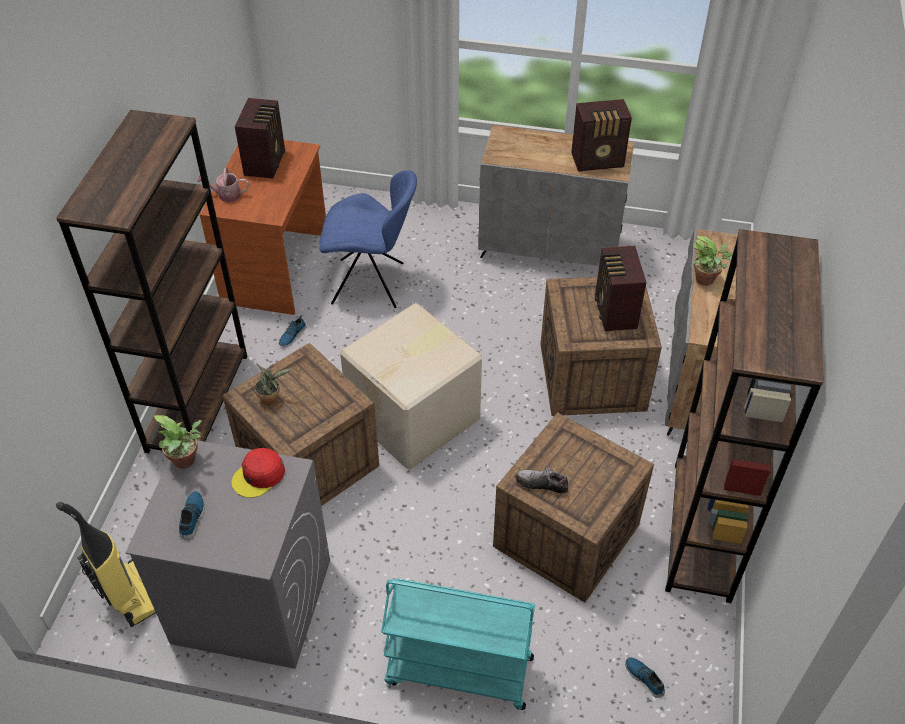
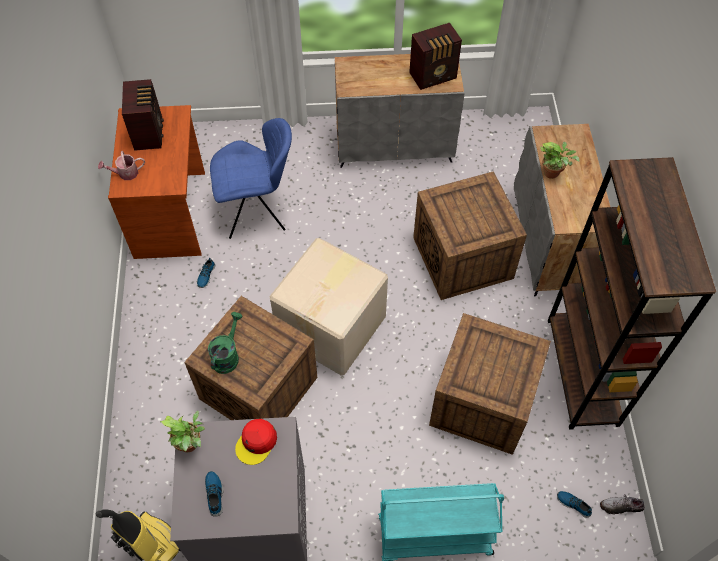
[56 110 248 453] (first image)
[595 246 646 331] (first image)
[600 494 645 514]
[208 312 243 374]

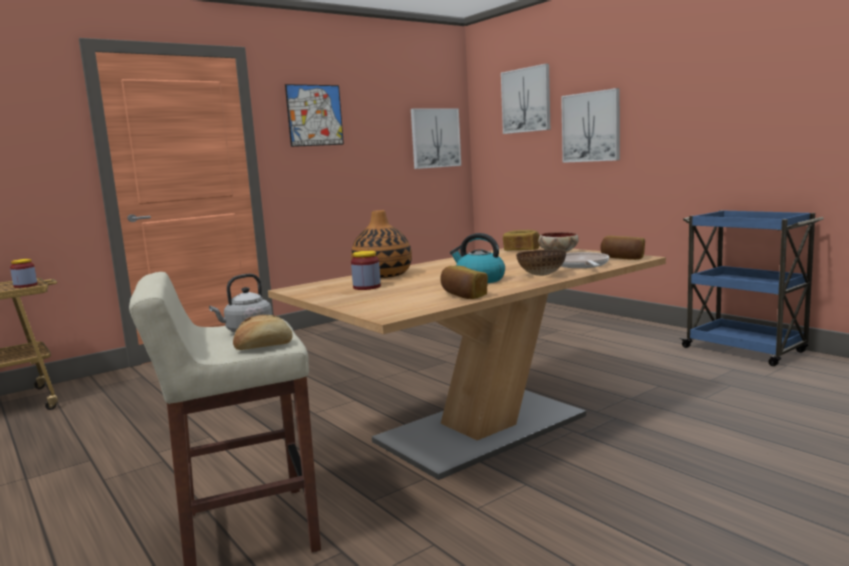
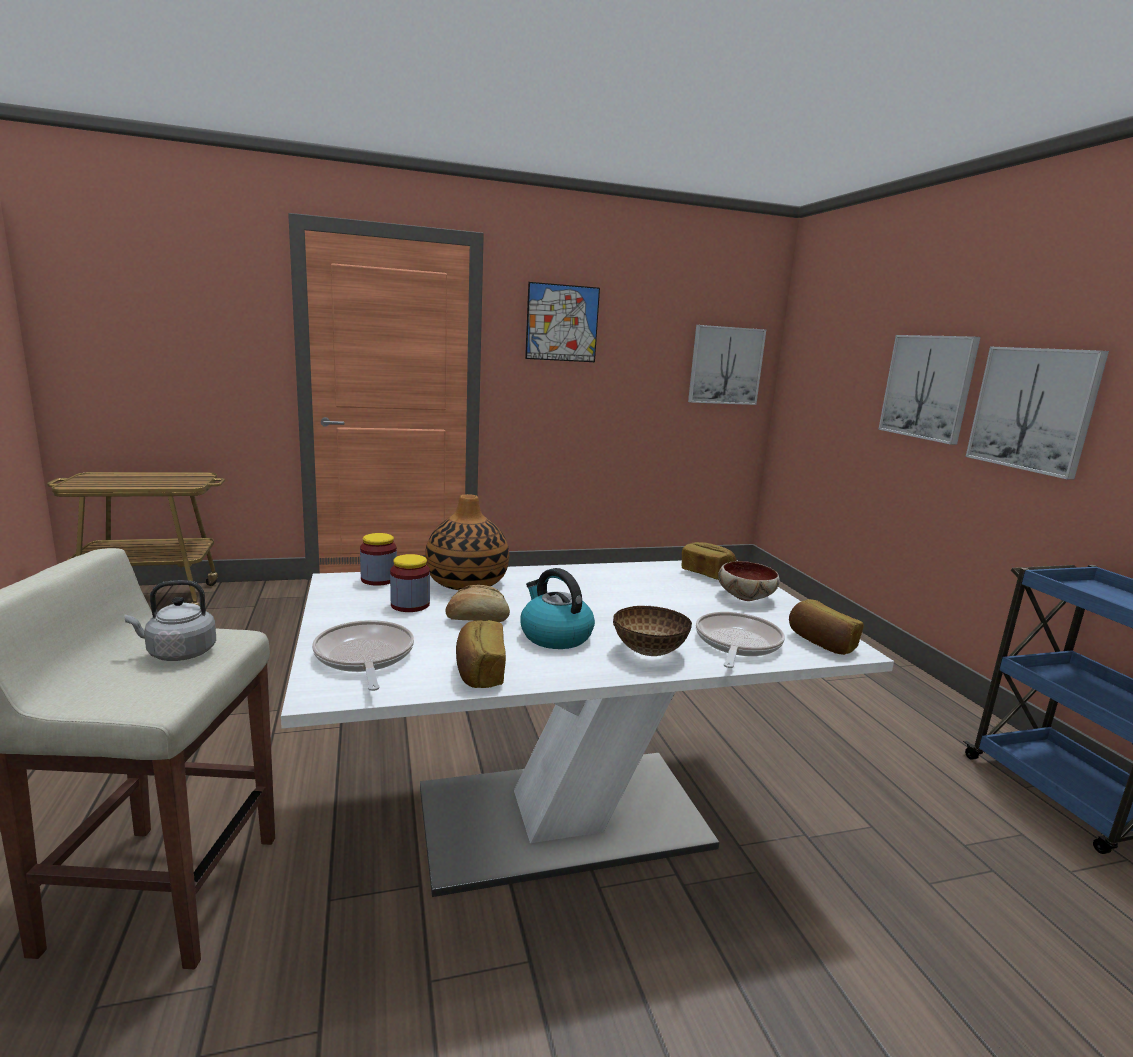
[312 620 414 691]
[360 533 397 586]
[446 585 510 622]
[966 347 1109 480]
[281 560 894 897]

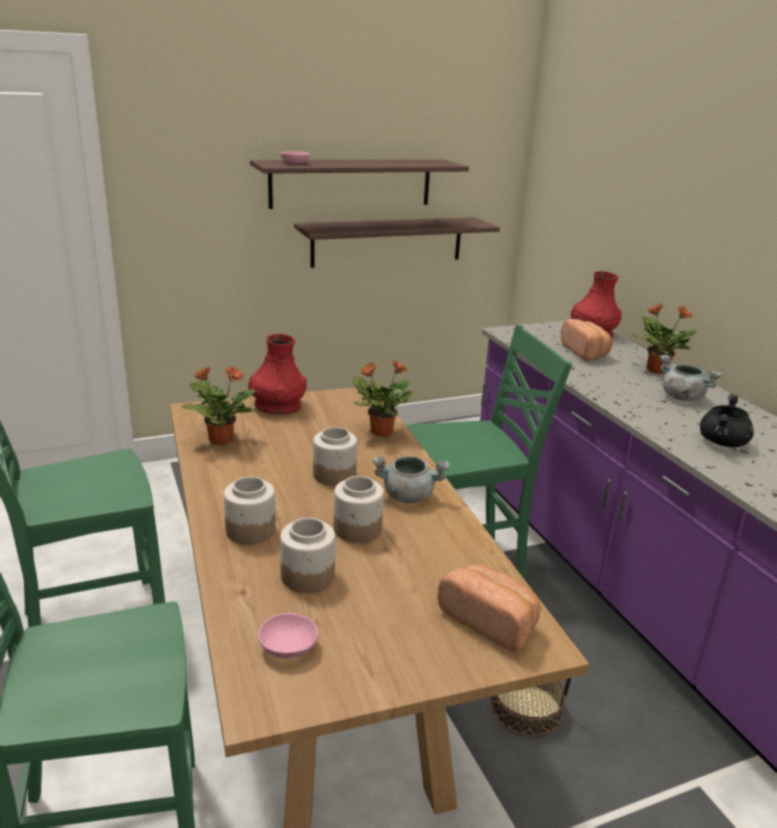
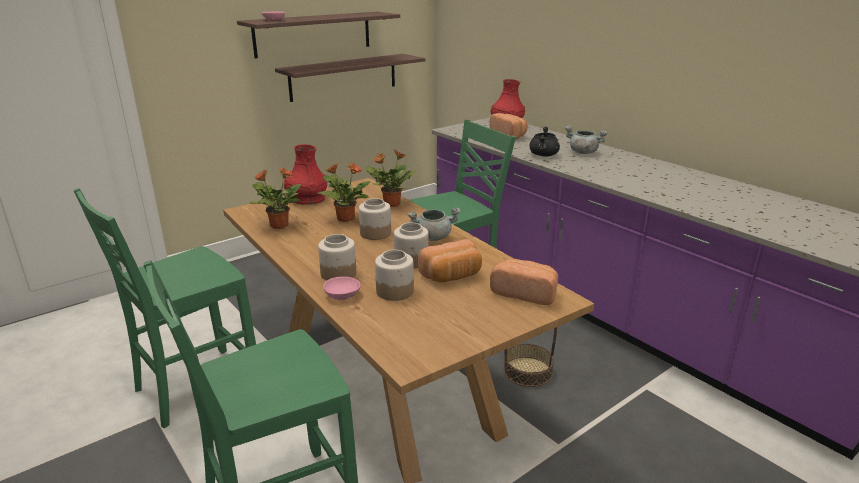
[418 239 482 282]
[323 277 361 300]
[317 163 371 222]
[530 126 560 156]

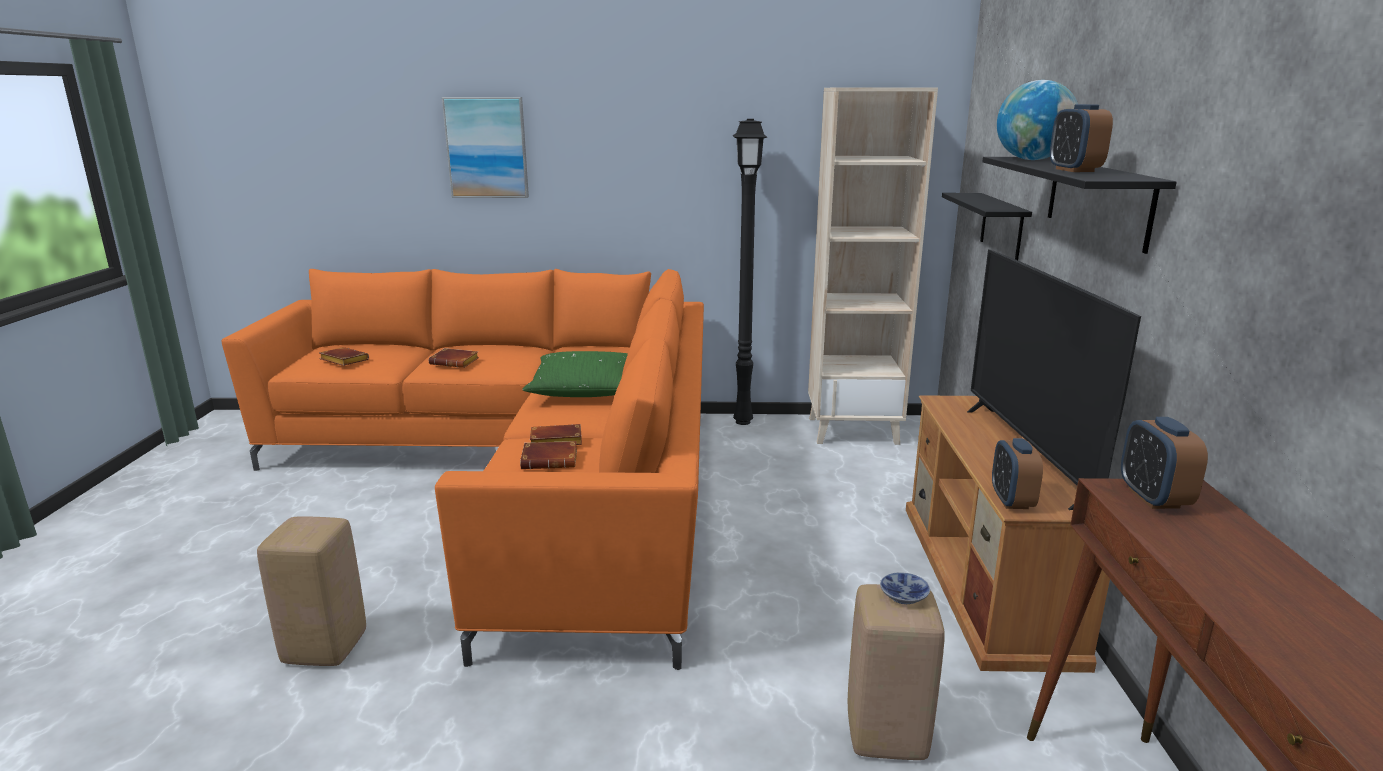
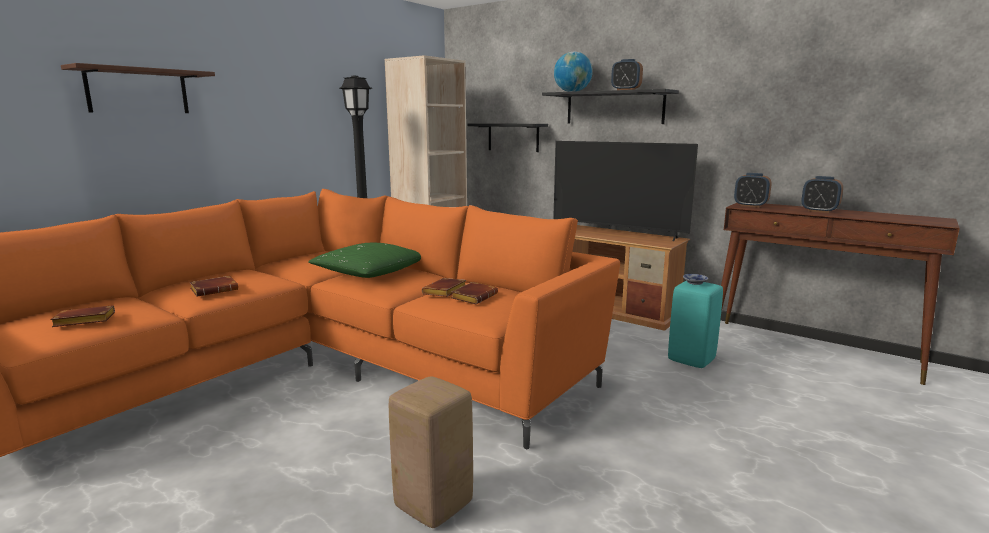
[801 176 843 213]
[61 63 215 113]
[668 281 723 368]

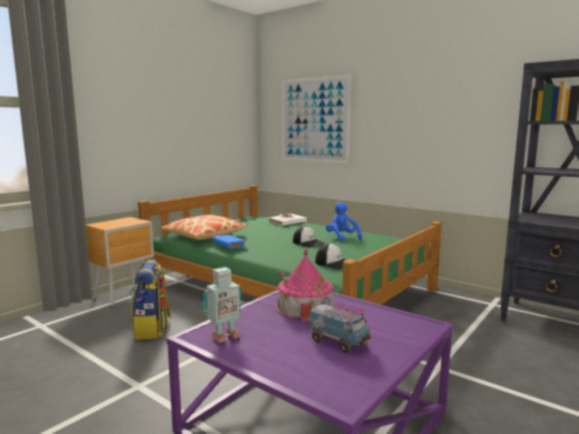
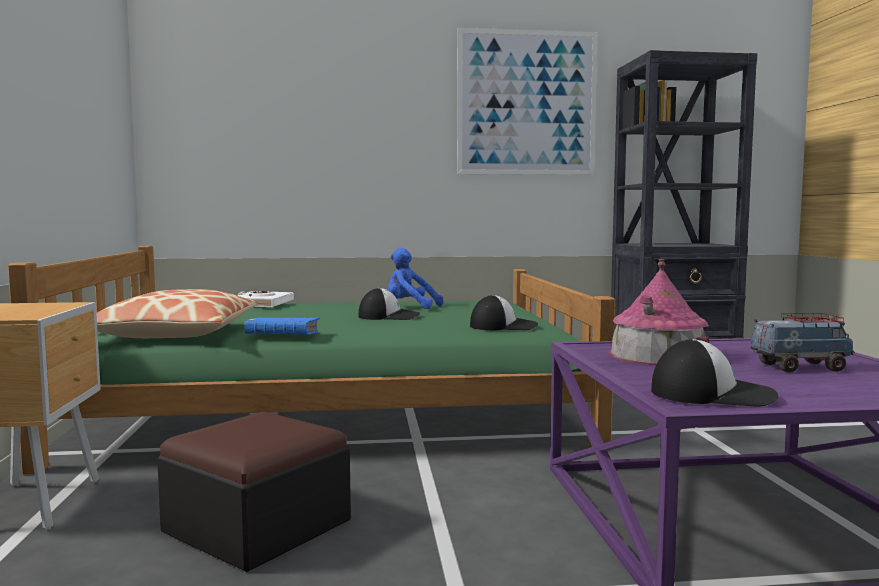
[457 28 598 175]
[157 412 351 572]
[651 339 778 407]

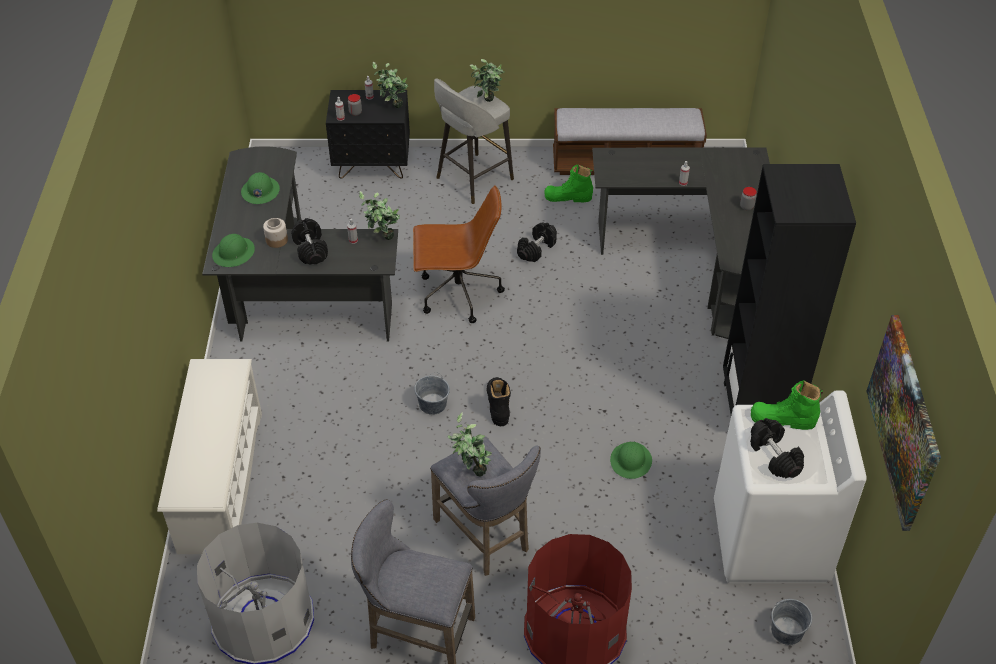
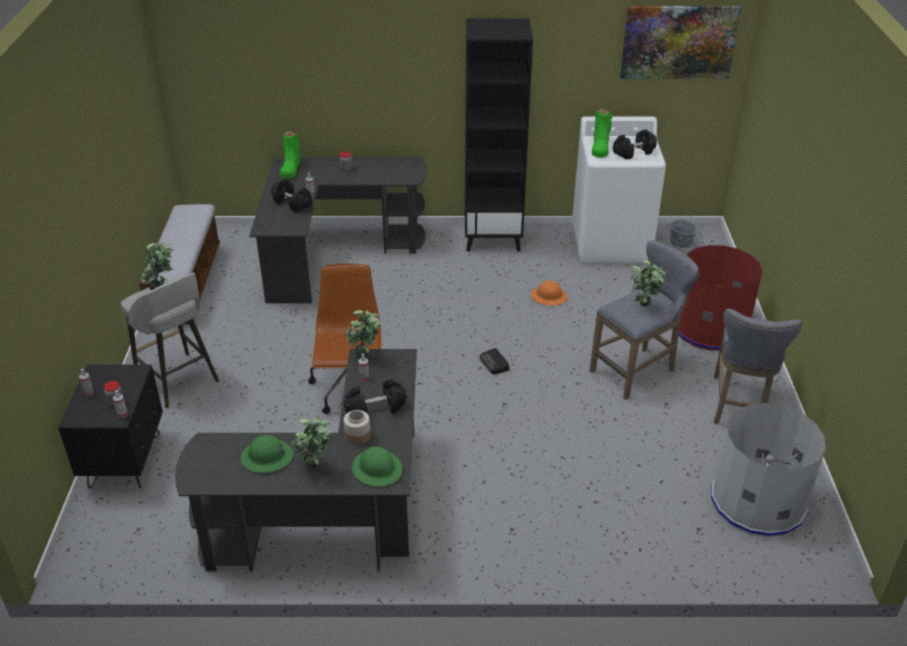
[157 359 262 554] (first image)
[414 372 450 415] (first image)
[291 415 332 469]
[271 179 312 212]
[280 131 300 179]
[480 348 509 374]
[531 281 567 306]

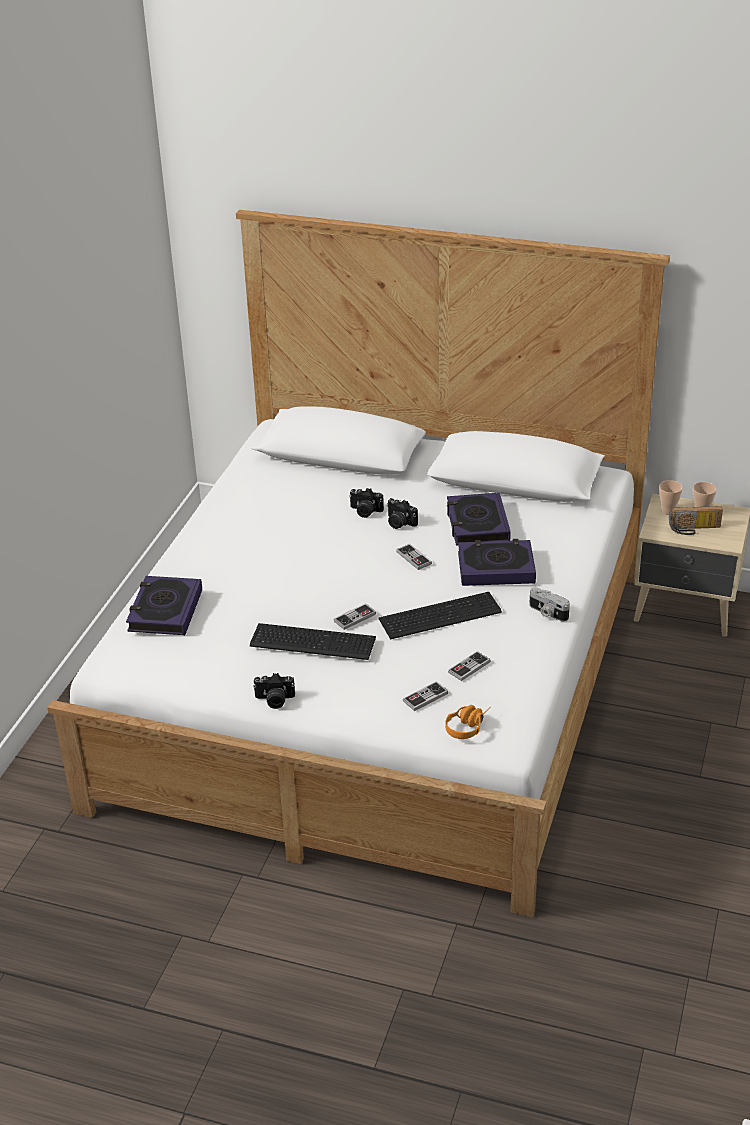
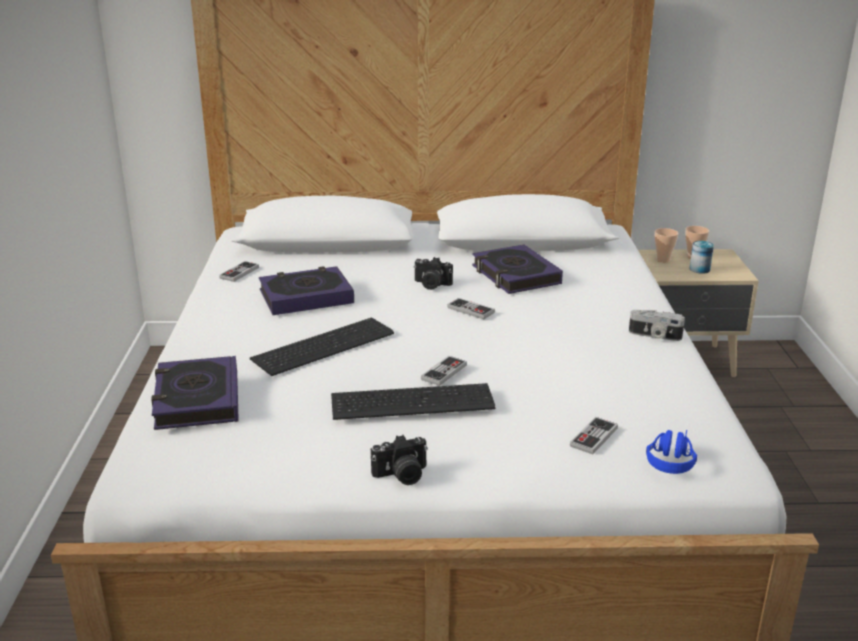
[349 488 384 518] (first image)
[250 317 394 376]
[219 261 259 282]
[259 266 354 315]
[689 241 714 274]
[646 430 697 474]

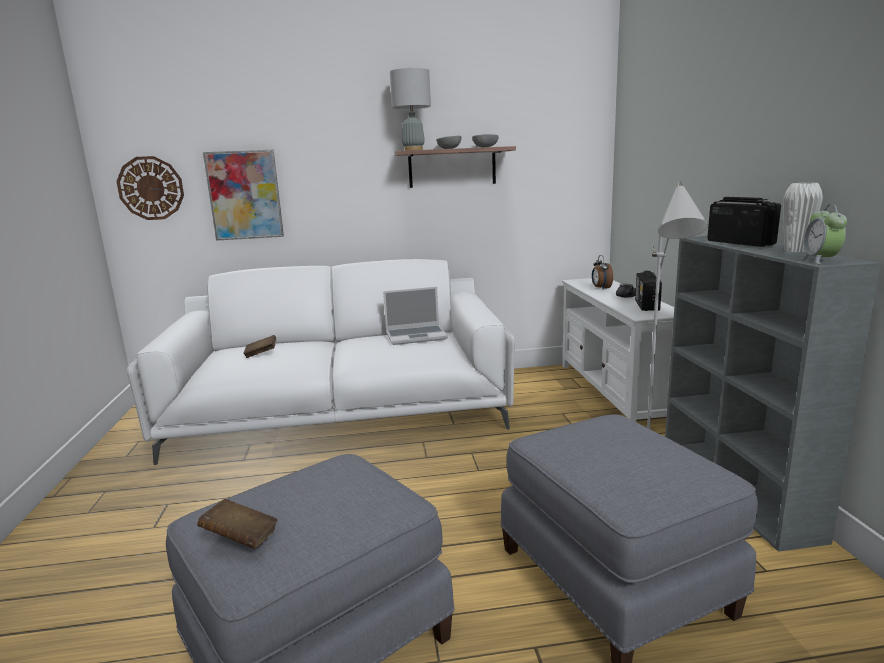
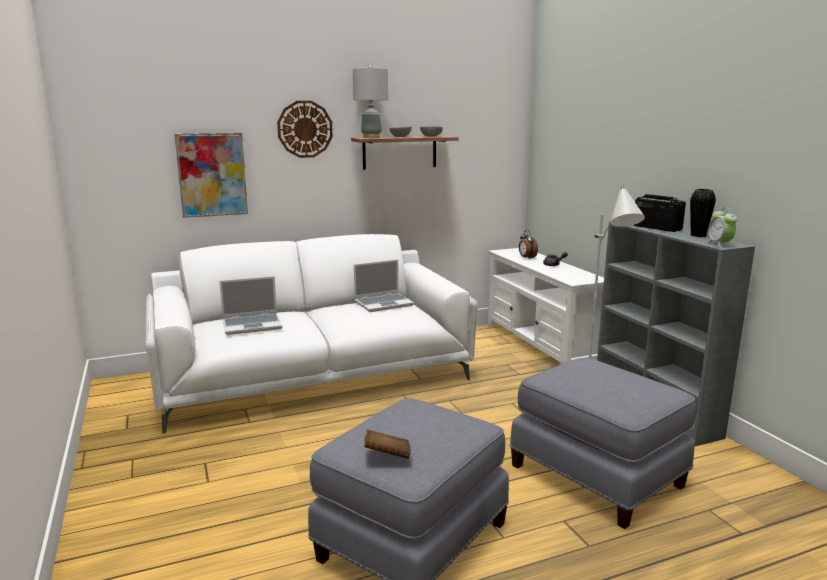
[635 271 662 311] (first image)
[277 101 333 158]
[219 276 282 335]
[690 189 716 237]

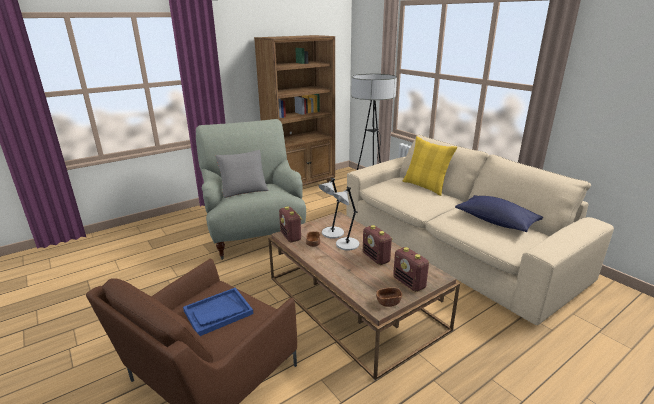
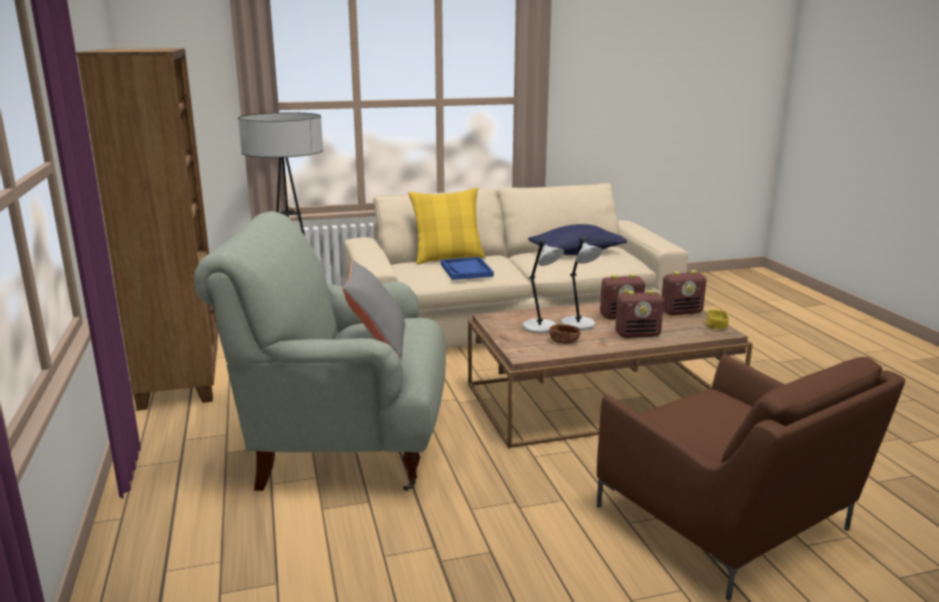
[441 257 494 280]
[615 290 664 338]
[706 310 729 329]

